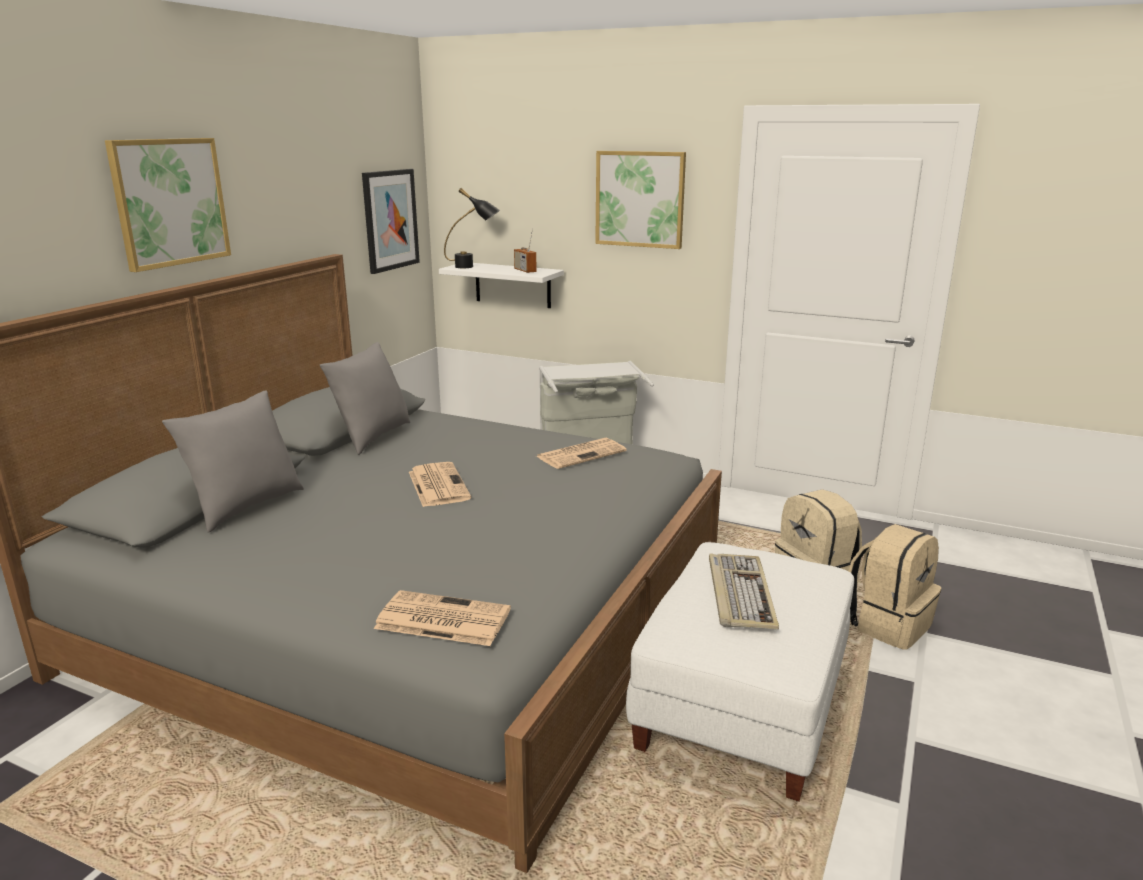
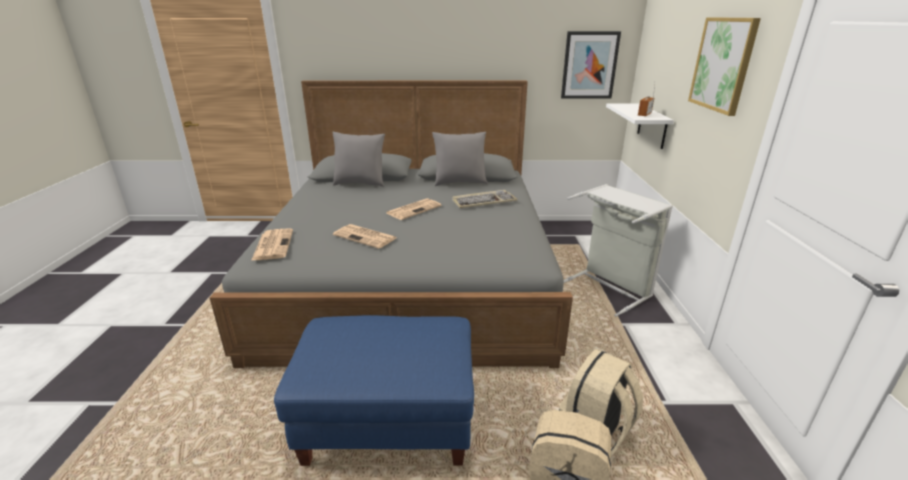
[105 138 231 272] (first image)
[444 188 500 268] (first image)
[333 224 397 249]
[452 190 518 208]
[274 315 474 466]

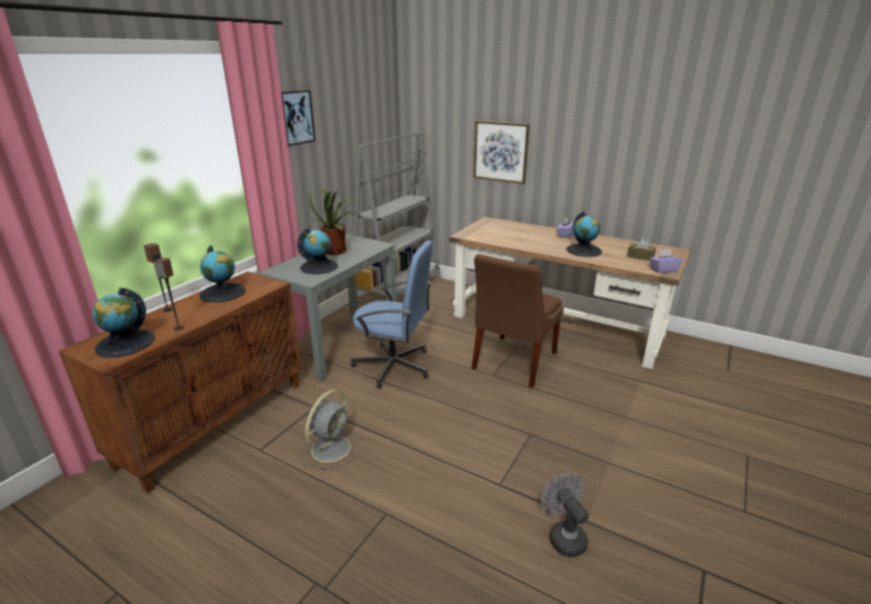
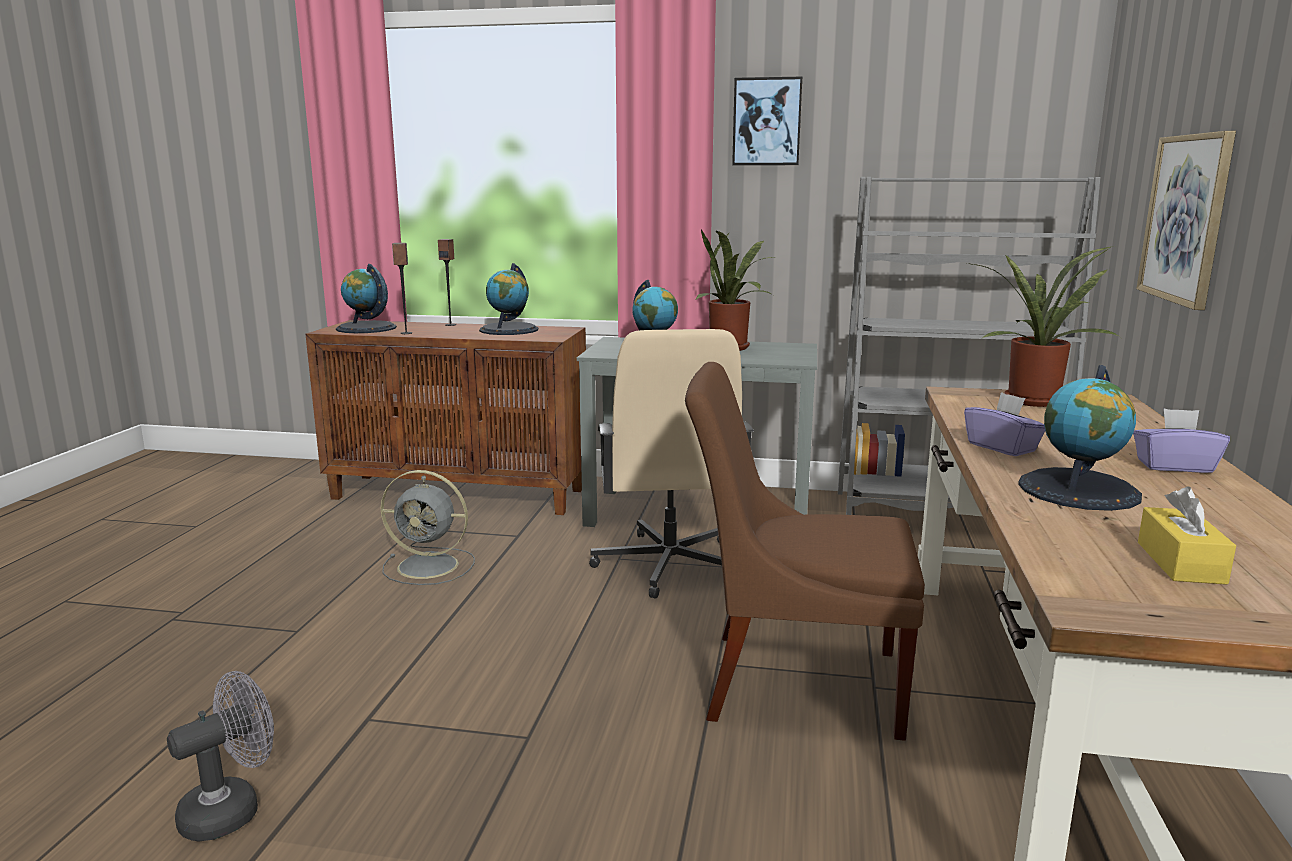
[967 246 1120 407]
[964 392 1045 456]
[589 329 754 599]
[1138 486 1236 585]

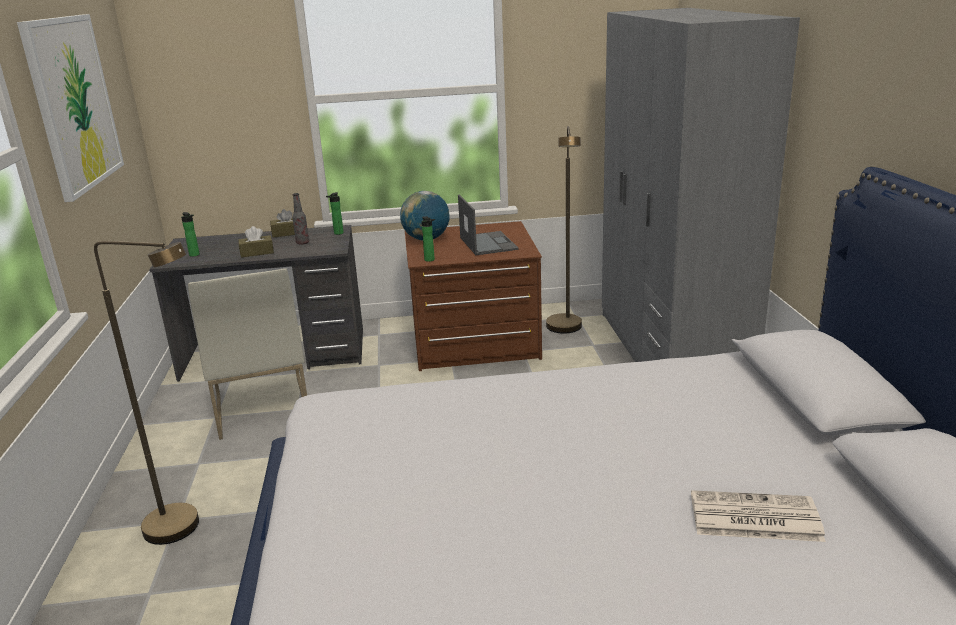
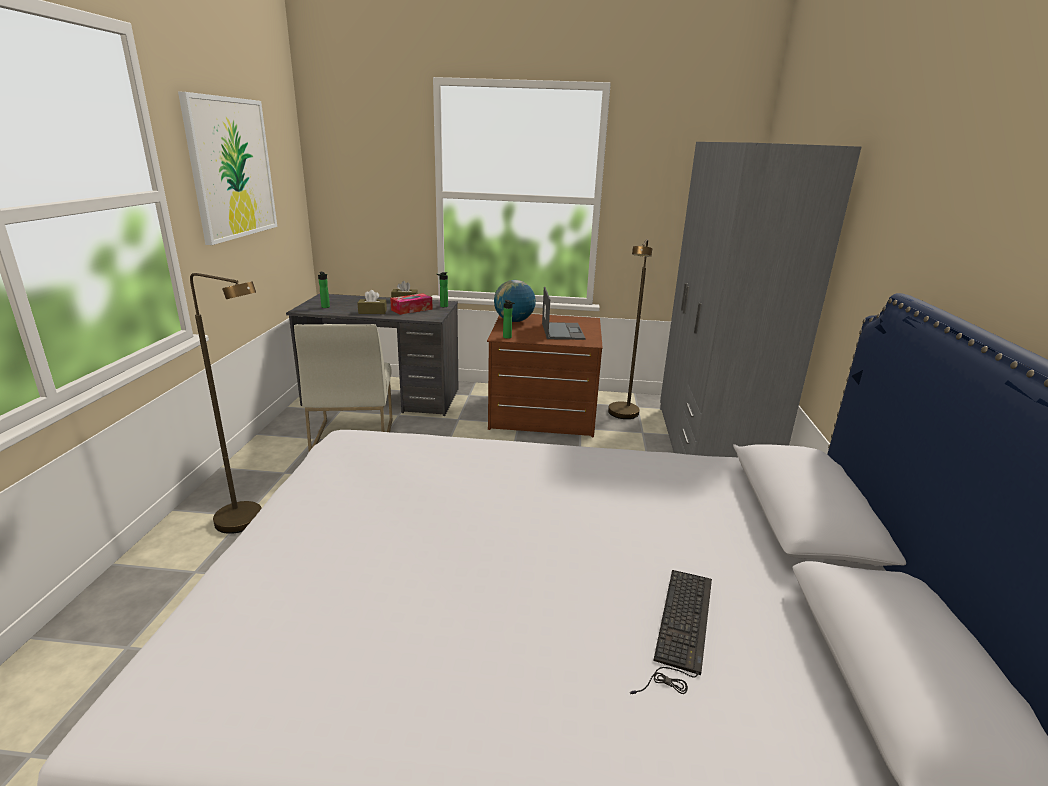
[390 293 433 315]
[630 570 712 694]

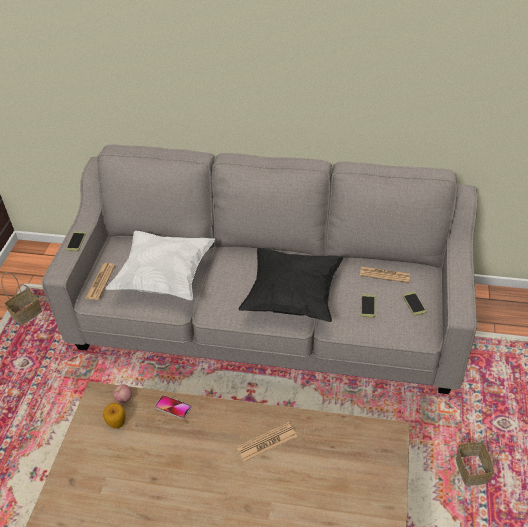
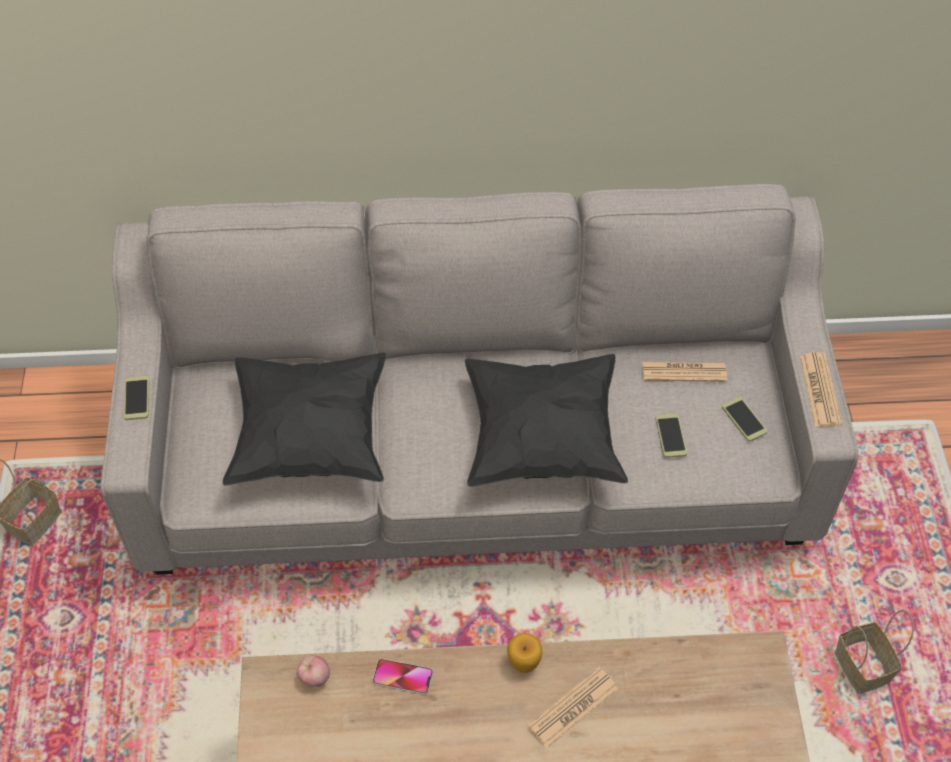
[800 352 842 427]
[507 633 542 673]
[223 353 386 485]

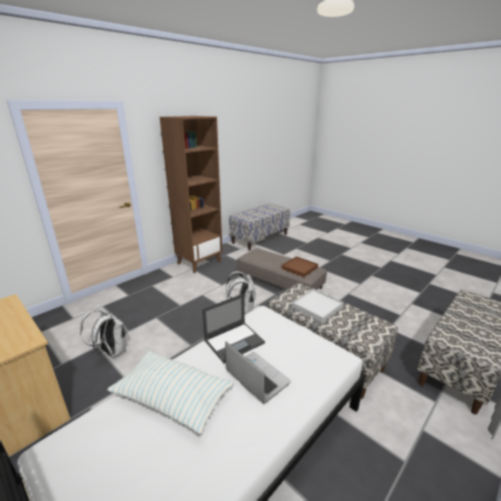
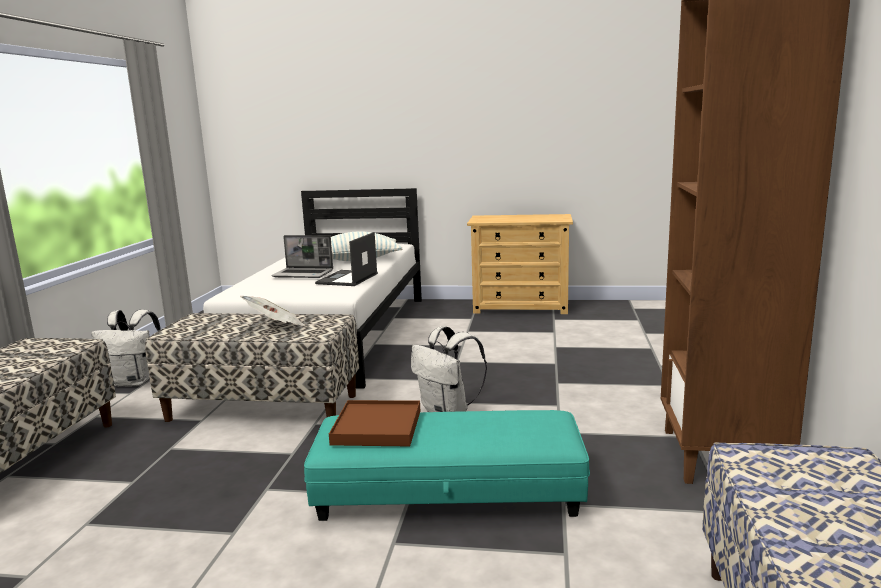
[91 310 161 387]
[240 296 305 326]
[304 410 590 521]

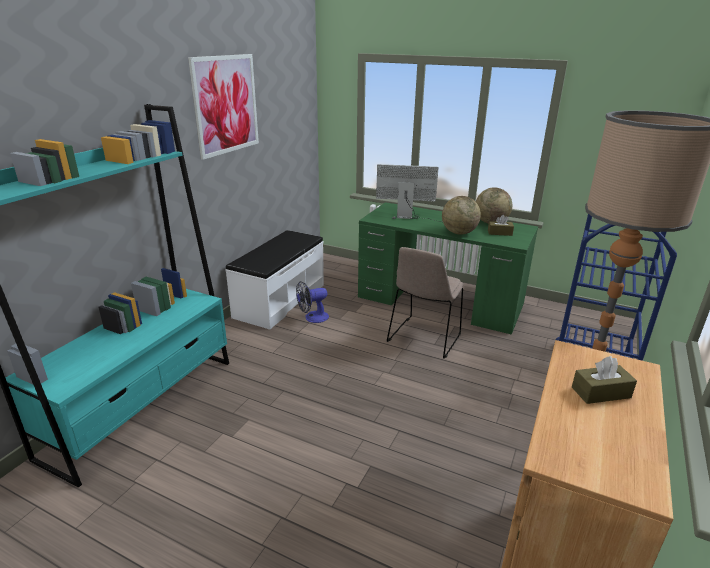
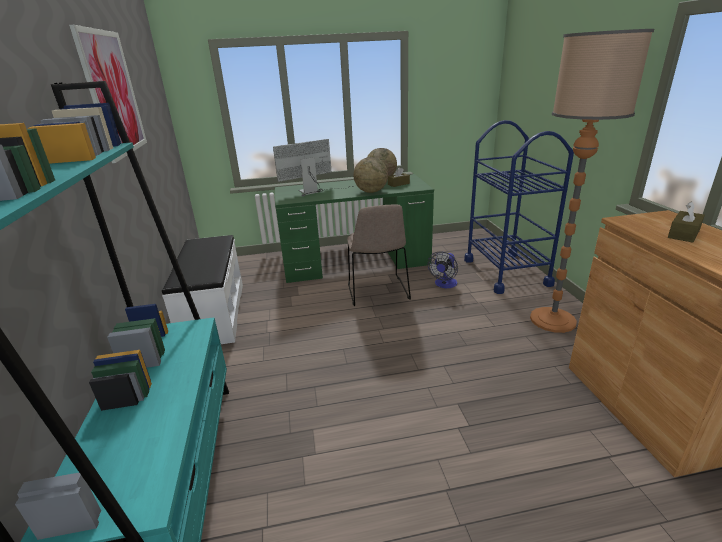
[428 251 458 288]

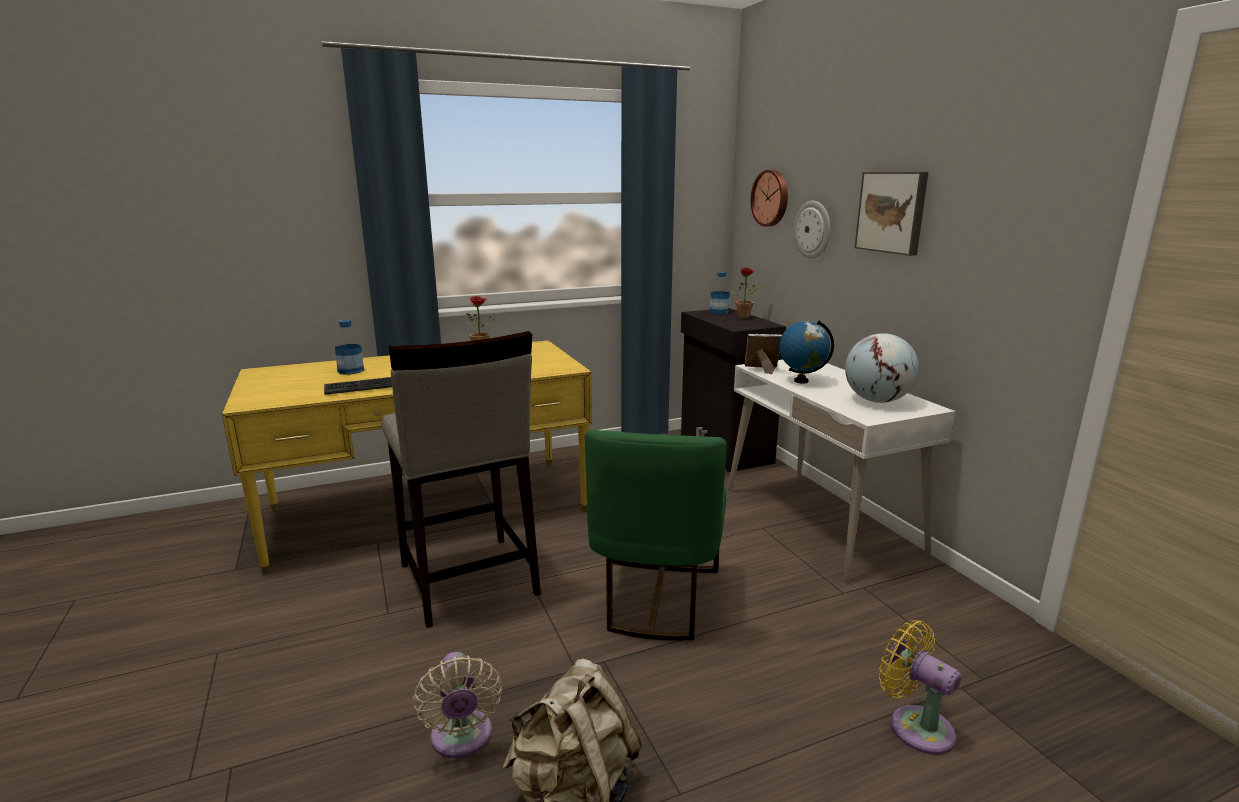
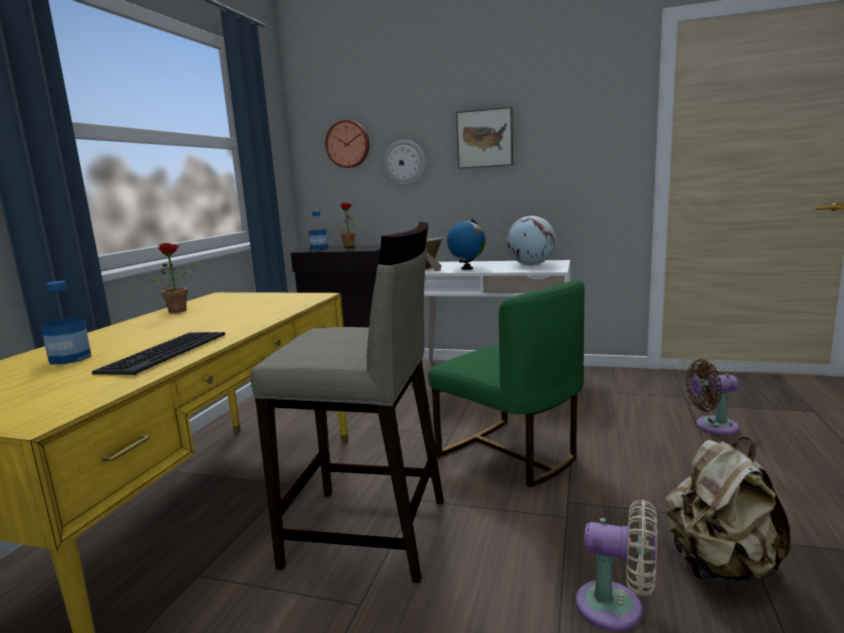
[686 359 739 435]

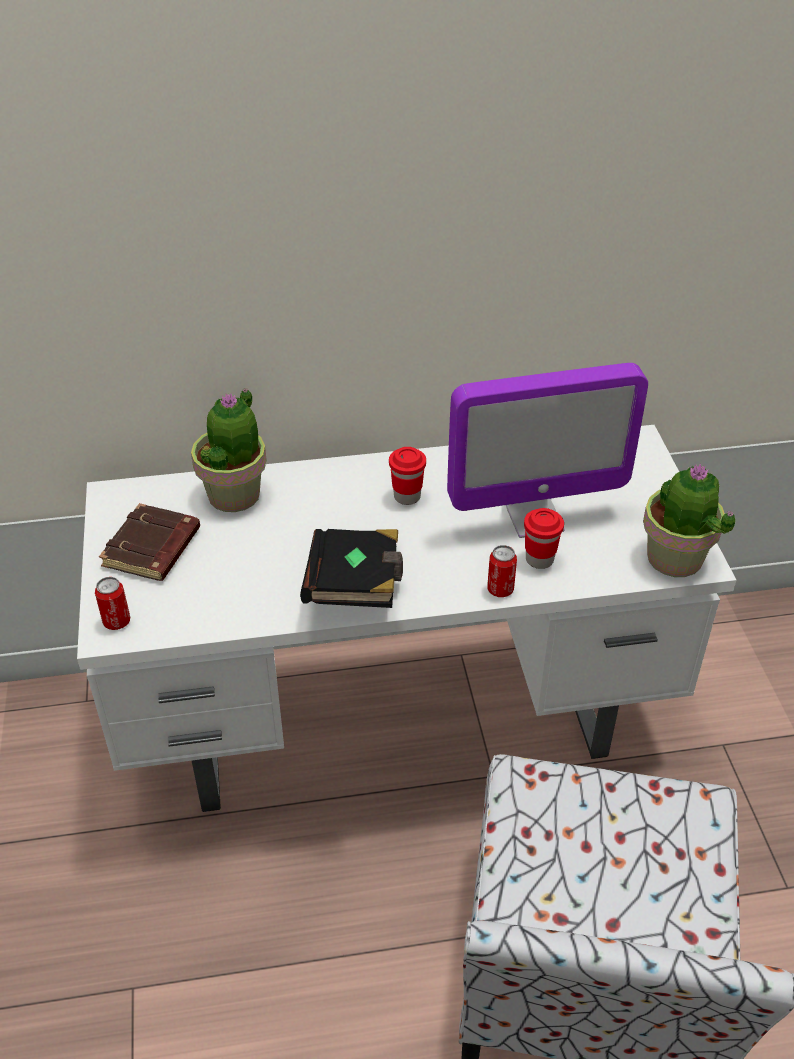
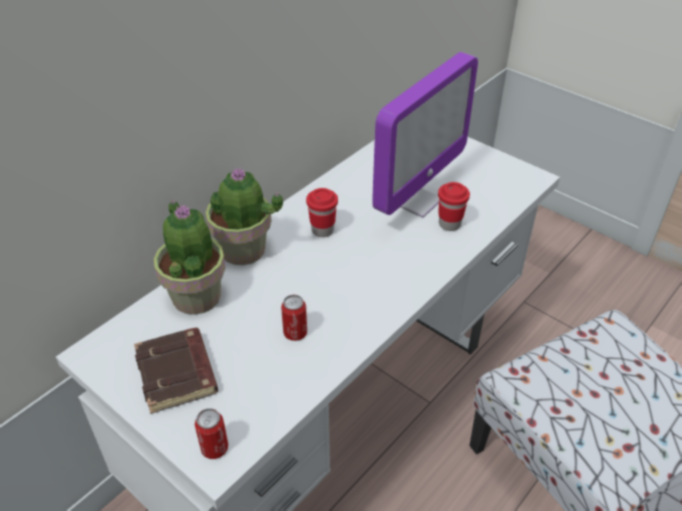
[300 529 403 608] (first image)
[281 295 307 341]
[206 168 283 265]

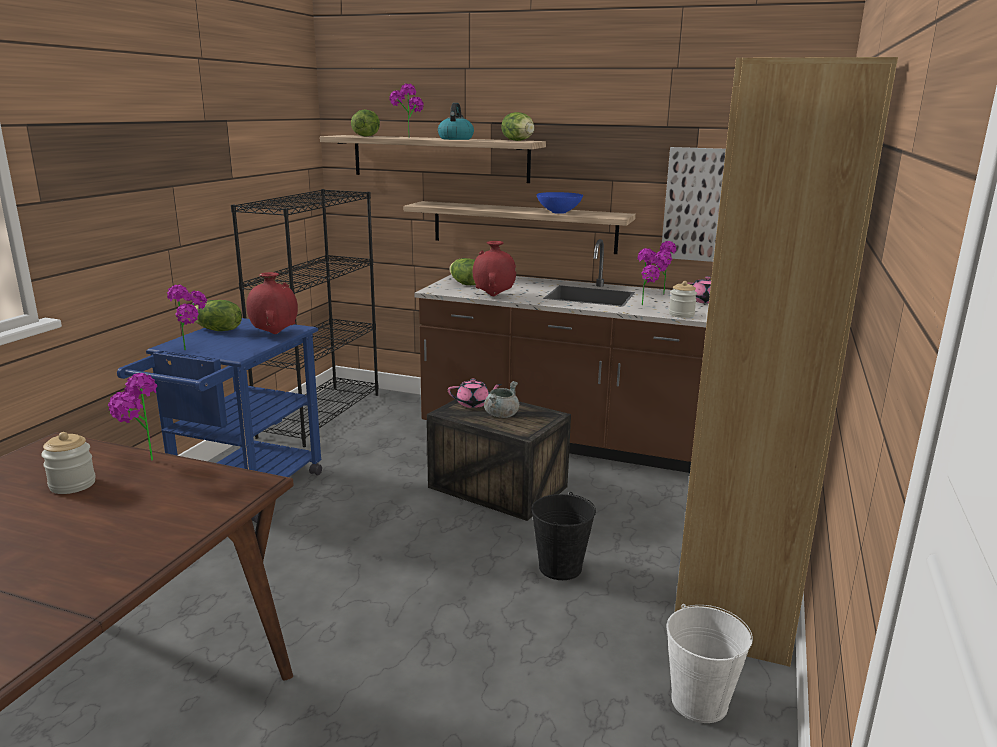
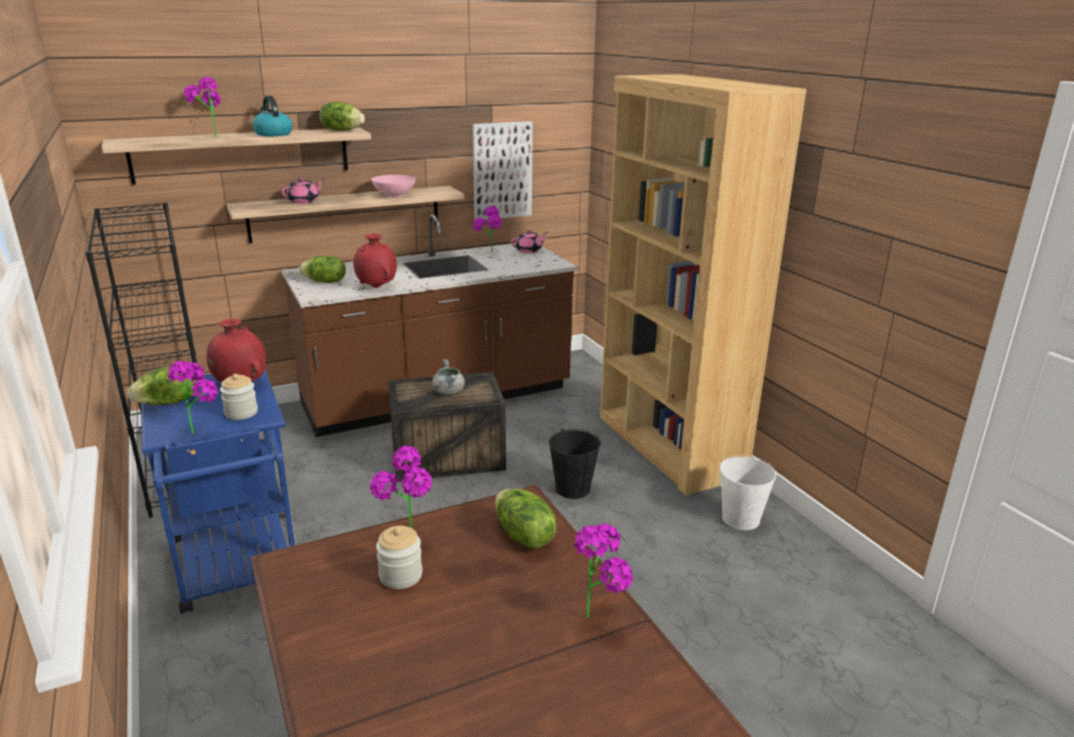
[495 489 556 549]
[281 177 324 204]
[574 523 633 618]
[220 374 258 420]
[371 175 416 197]

